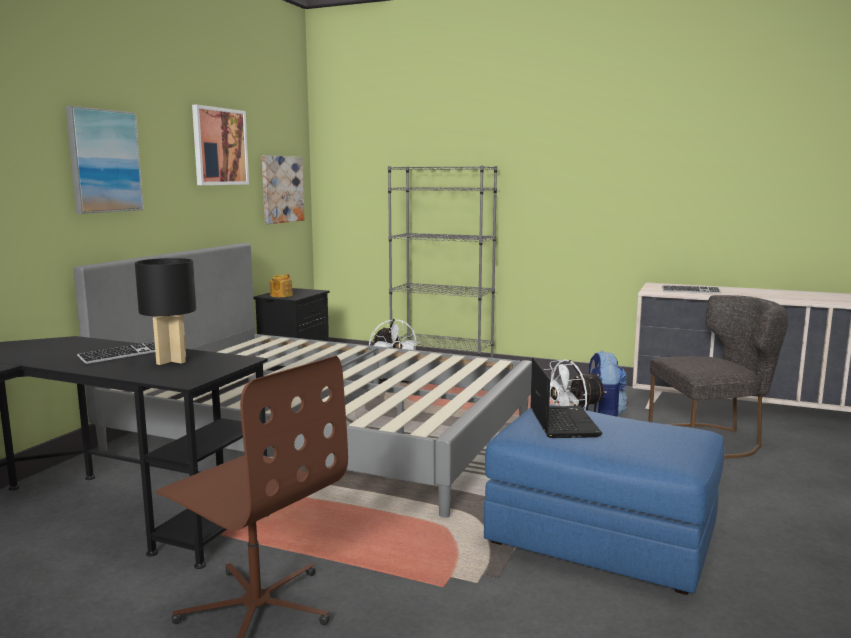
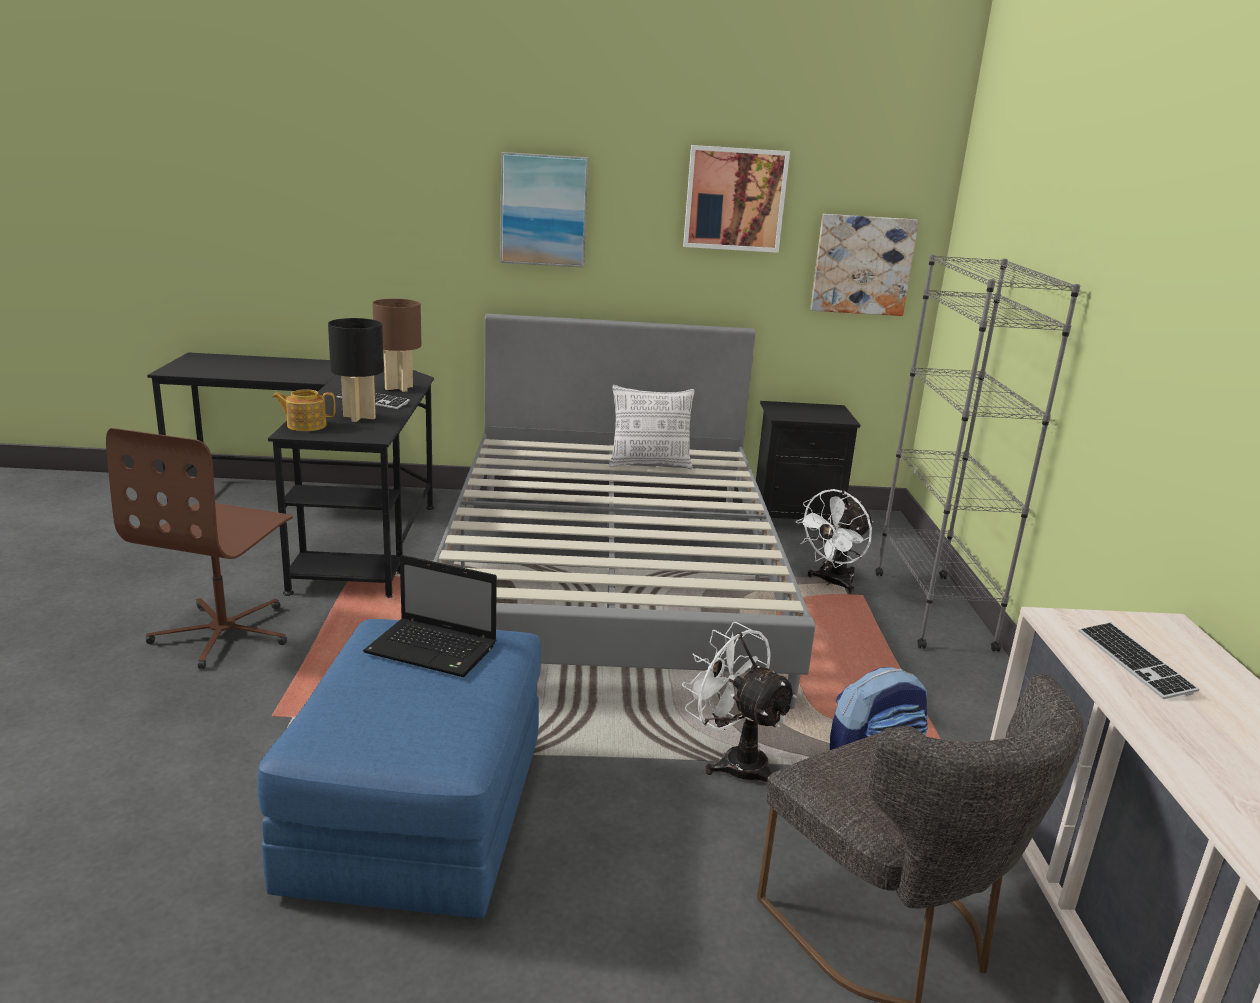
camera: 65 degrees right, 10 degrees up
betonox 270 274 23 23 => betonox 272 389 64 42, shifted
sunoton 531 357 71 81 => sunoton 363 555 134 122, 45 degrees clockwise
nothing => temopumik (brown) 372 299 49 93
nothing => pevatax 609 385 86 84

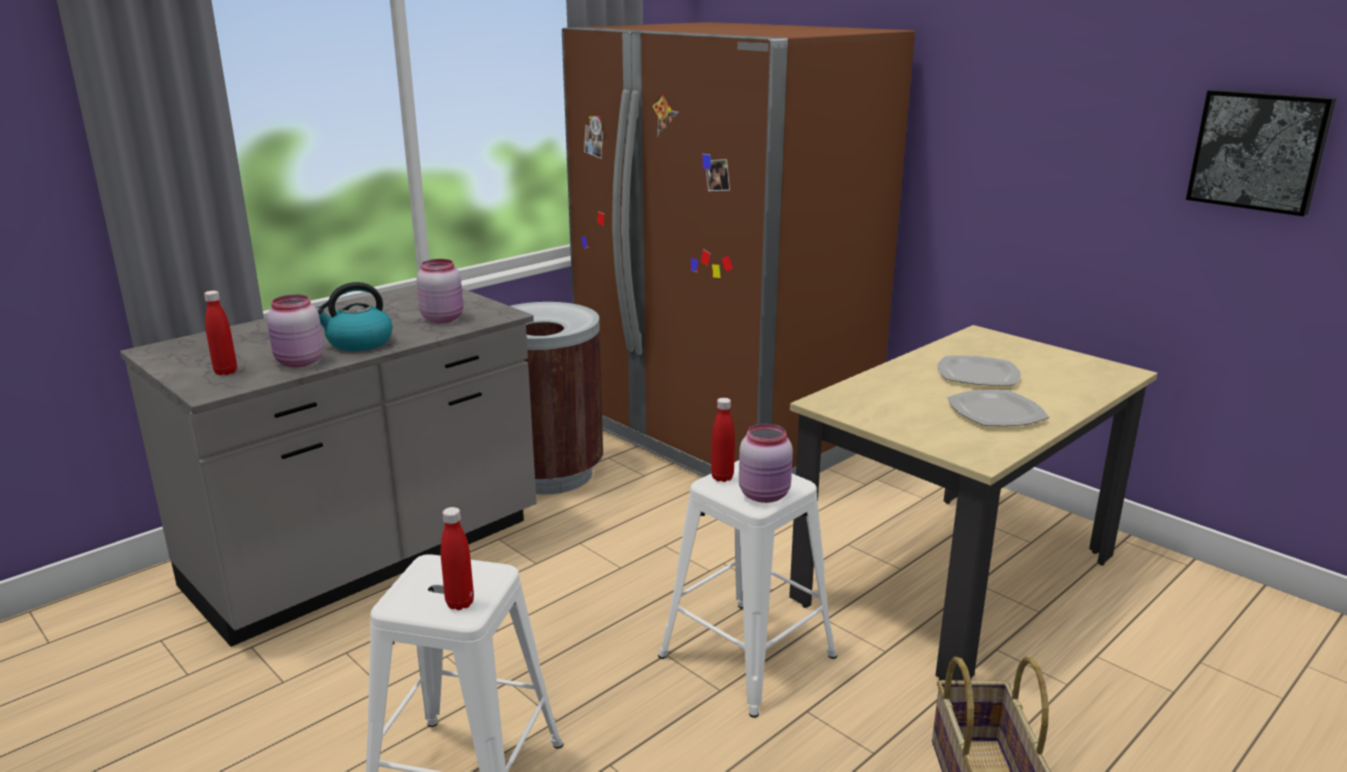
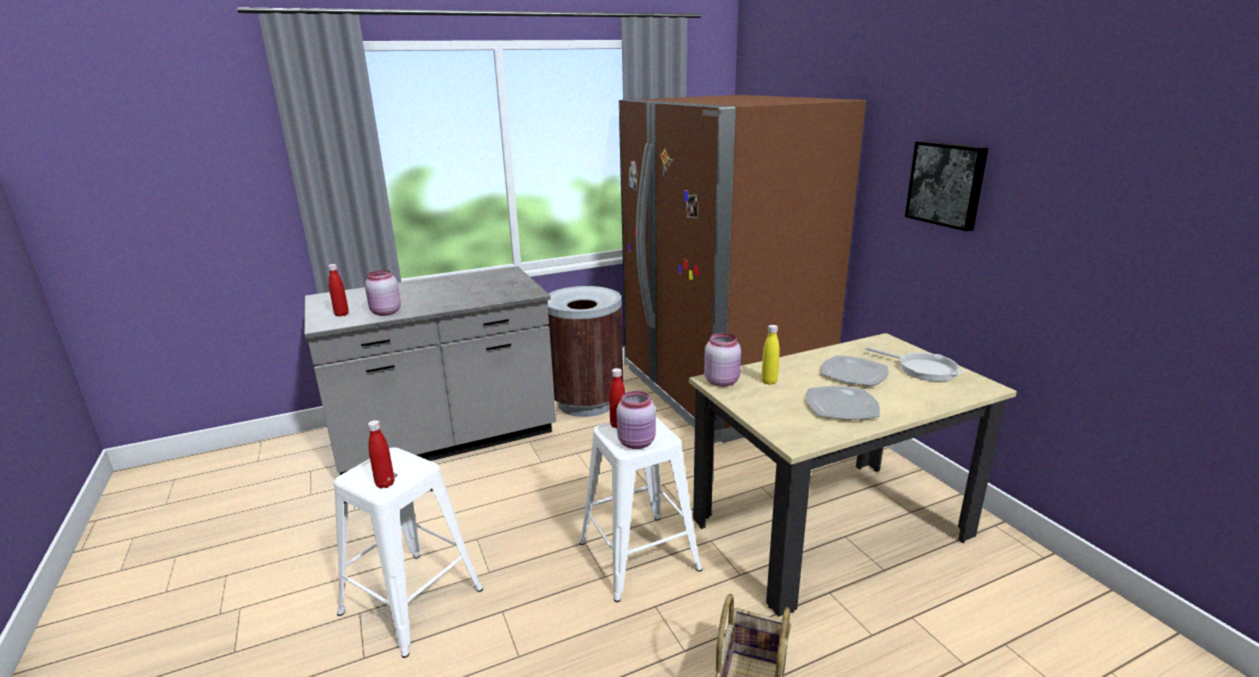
camera: 20 degrees right, 0 degrees up
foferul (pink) 417 259 46 64 => foferul (pink) 704 333 37 54, shifted
nothing => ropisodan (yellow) 761 325 19 60
nothing => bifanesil 866 347 98 34
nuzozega 1186 89 150 127 => nuzozega 905 141 83 90, shifted
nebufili 316 282 76 69 => nothing

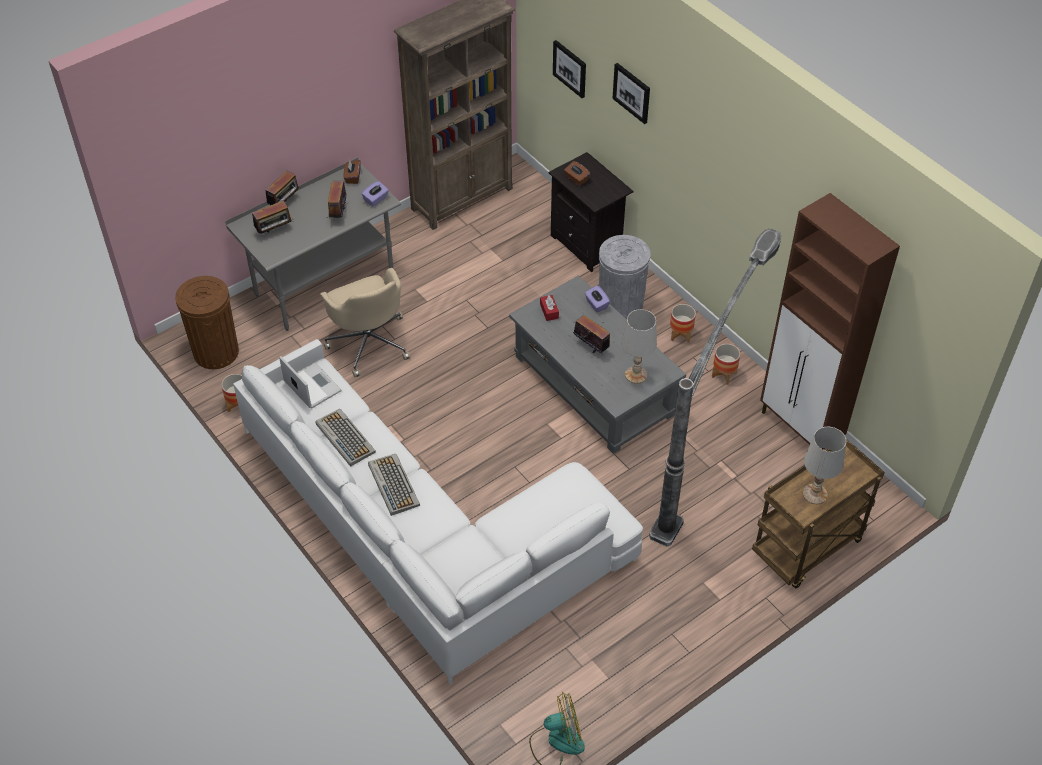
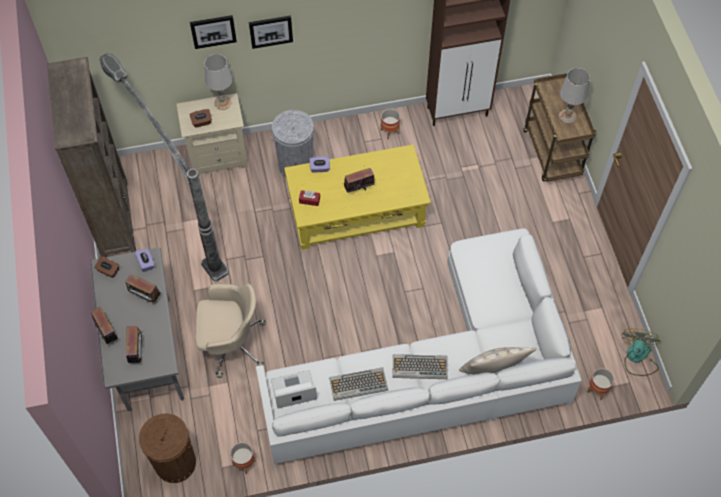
camera: 65 degrees left, 10 degrees up
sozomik 649 228 132 319 => sozomik 99 53 130 229, shifted
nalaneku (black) 549 152 84 120 => nalaneku (beige) 177 93 71 83
temopumik (white) 622 309 35 75 => temopumik (white) 205 54 27 56, shifted
nuzozega 553 40 33 58 => nuzozega 249 16 44 33, shifted
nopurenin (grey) 509 276 177 178 => nopurenin (yellow) 284 144 147 106
nothing => pevatax (beige) 459 347 78 28
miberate 670 304 26 39 => miberate 587 368 27 32, shifted

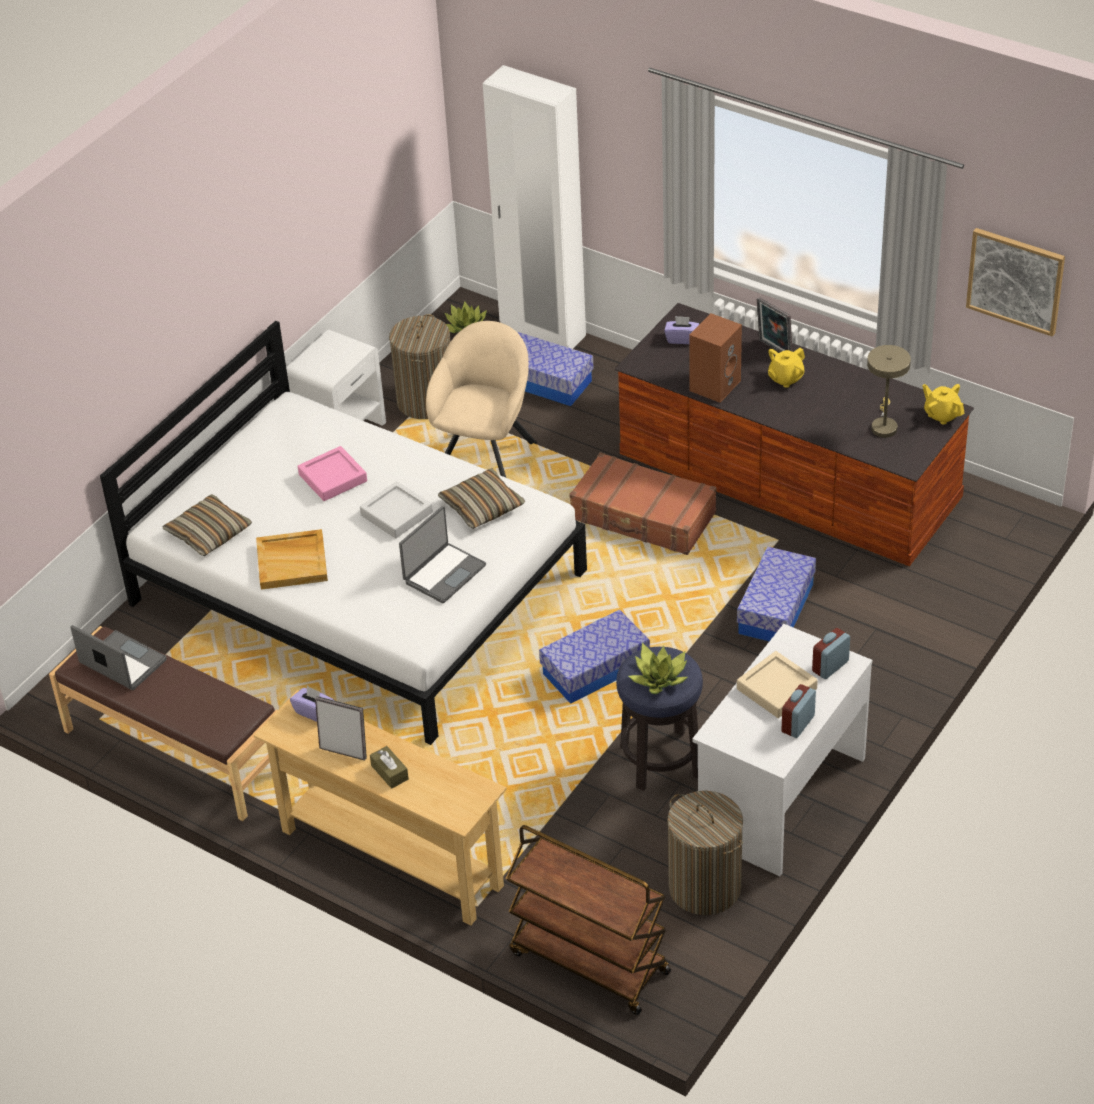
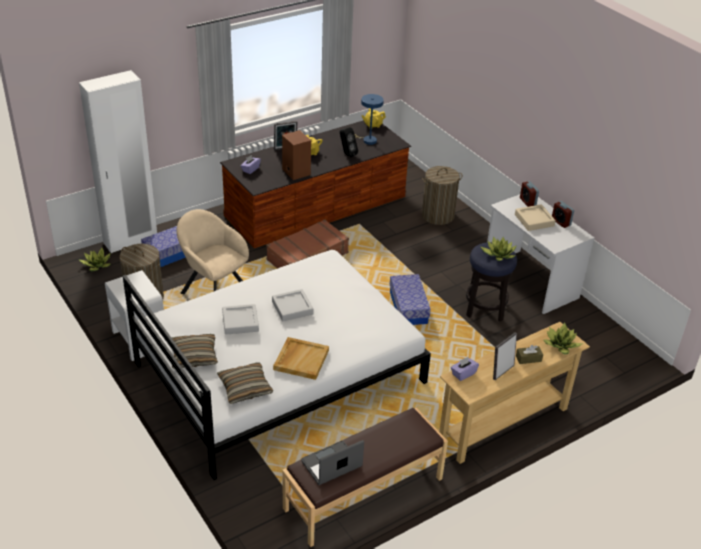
camera: 70 degrees left, 5 degrees down
pevatax 438 468 87 61 => pevatax 172 334 46 35, shifted
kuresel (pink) 298 446 69 55 => kuresel (grey) 222 304 37 31
nothing => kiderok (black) 340 127 18 30
temopumik (beige) 867 345 44 93 => temopumik (blue) 354 94 30 51
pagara 667 791 76 124 => pagara 422 166 40 59, shifted
nothing => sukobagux 544 323 38 31
sunoton 399 506 87 97 => nothing
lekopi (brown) 506 825 165 190 => nothing
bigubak 737 547 79 94 => nothing
nuzozega 966 228 99 108 => nothing

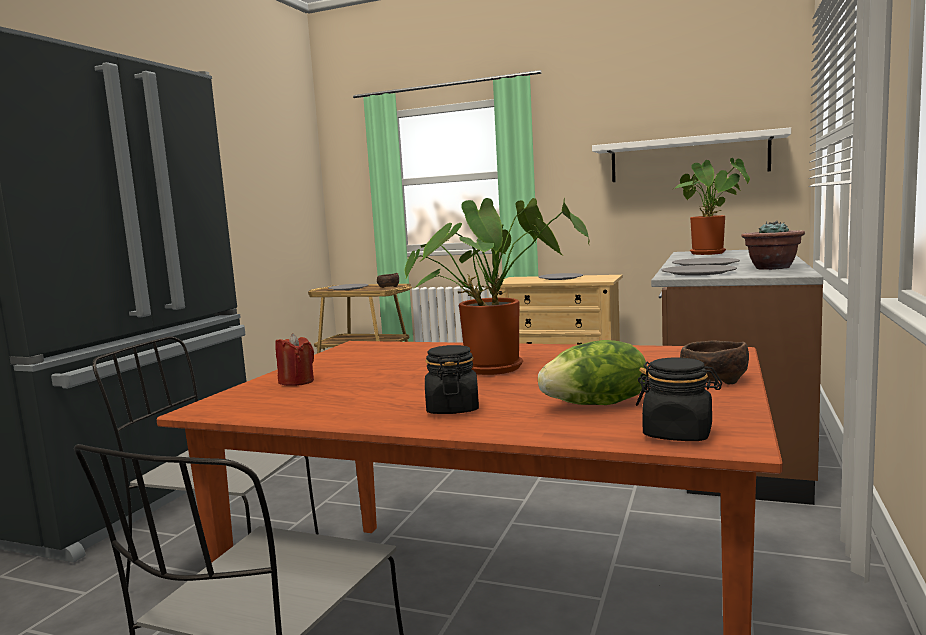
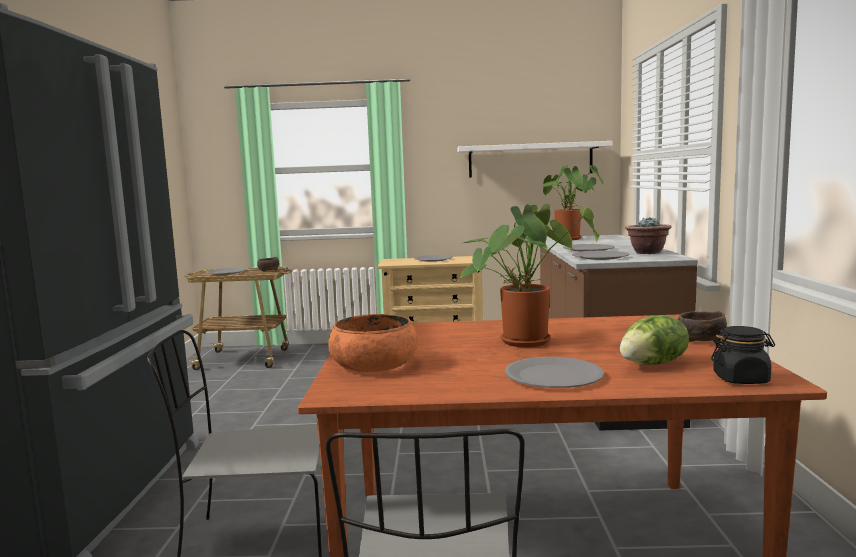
camera: 20 degrees left, 0 degrees up
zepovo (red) 275 333 39 53 => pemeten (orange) 328 314 90 58
foferul (black) 425 345 54 69 => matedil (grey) 505 357 99 31

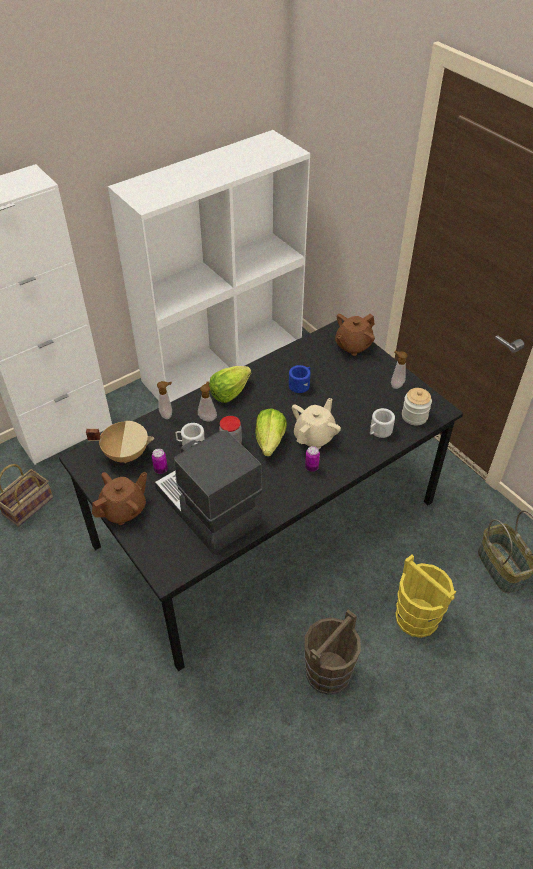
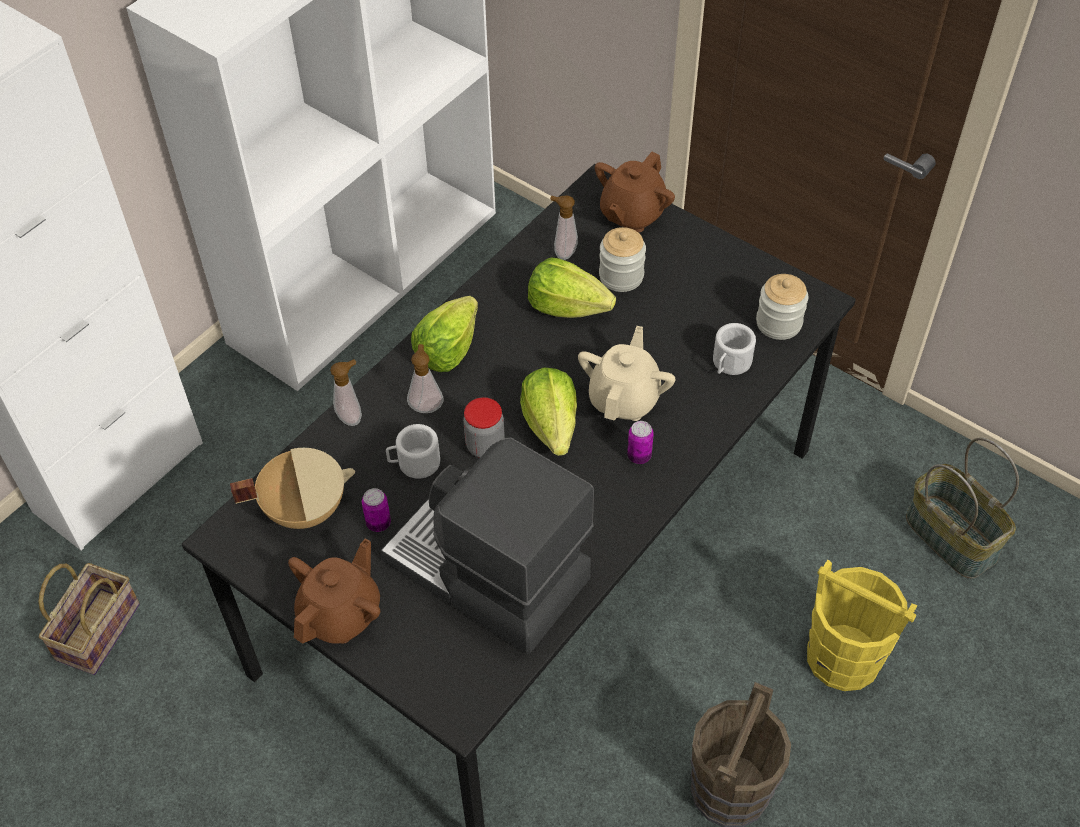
camera: 15 degrees left, 5 degrees up
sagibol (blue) 289 365 22 28 => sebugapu 528 258 88 60
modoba 391 350 17 39 => modoba 550 195 28 65, shifted
nothing => foferul 599 227 47 65

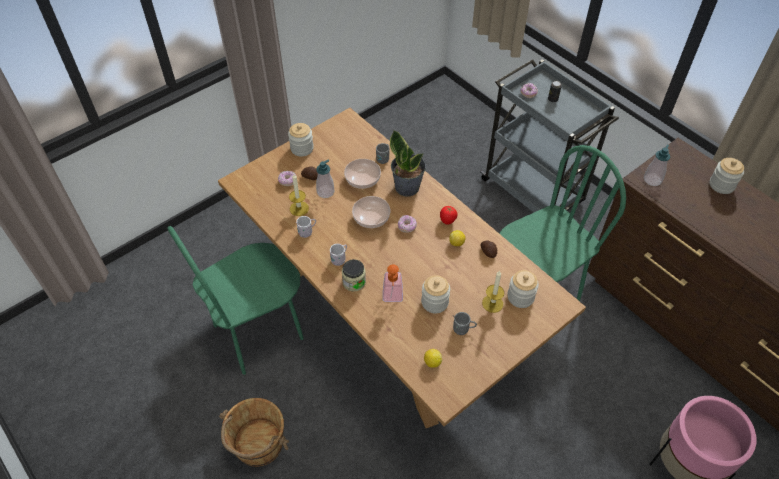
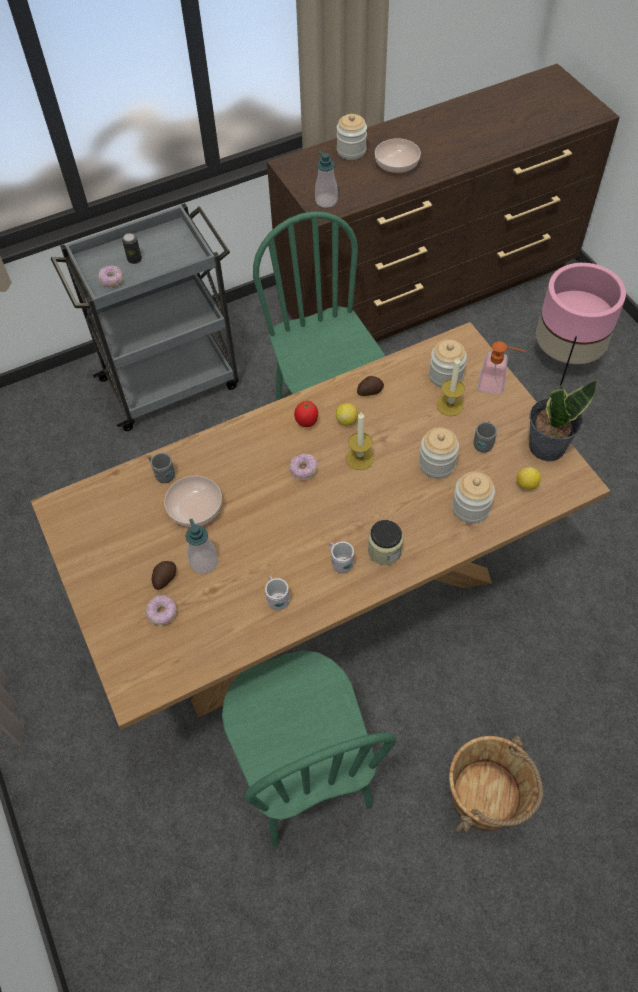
camera: 75 degrees left, 5 degrees up
zepovo 289 174 20 42 => zepovo 346 412 28 58, shifted
pemeten 352 196 38 32 => pemeten 375 138 46 36, shifted
foferul 288 123 26 34 => foferul 452 471 43 53, shifted
modoba 383 265 20 37 => modoba 478 341 47 53, shifted
sukobagux 390 130 36 67 => sukobagux 529 380 69 82, shifted

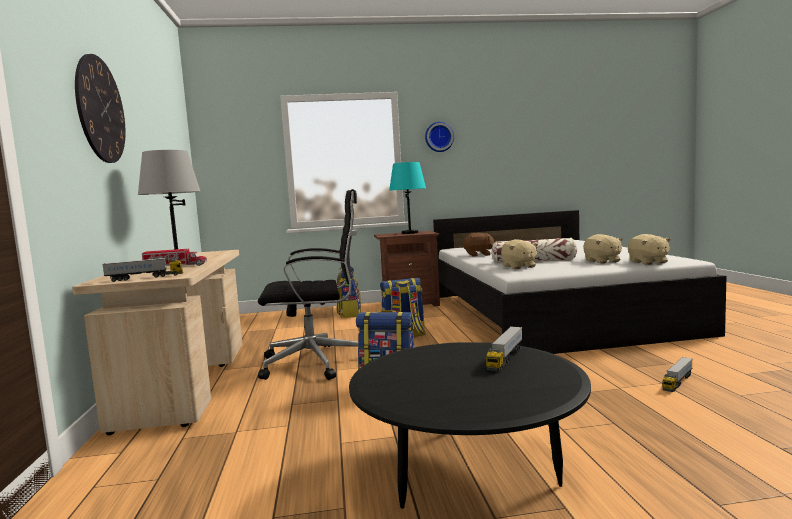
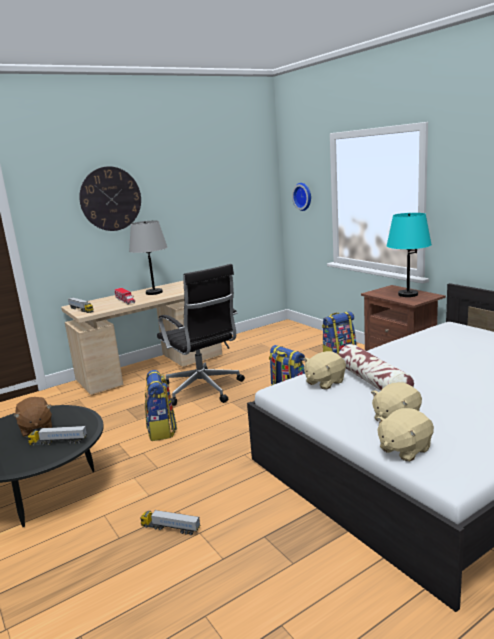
camera: 65 degrees right, 10 degrees up
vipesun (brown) 463 233 32 24 => vipesun (brown) 13 397 39 40, shifted
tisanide 662 357 31 35 => tisanide 140 510 60 25, shifted
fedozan 425 122 29 30 => fedozan 292 183 19 28, shifted

